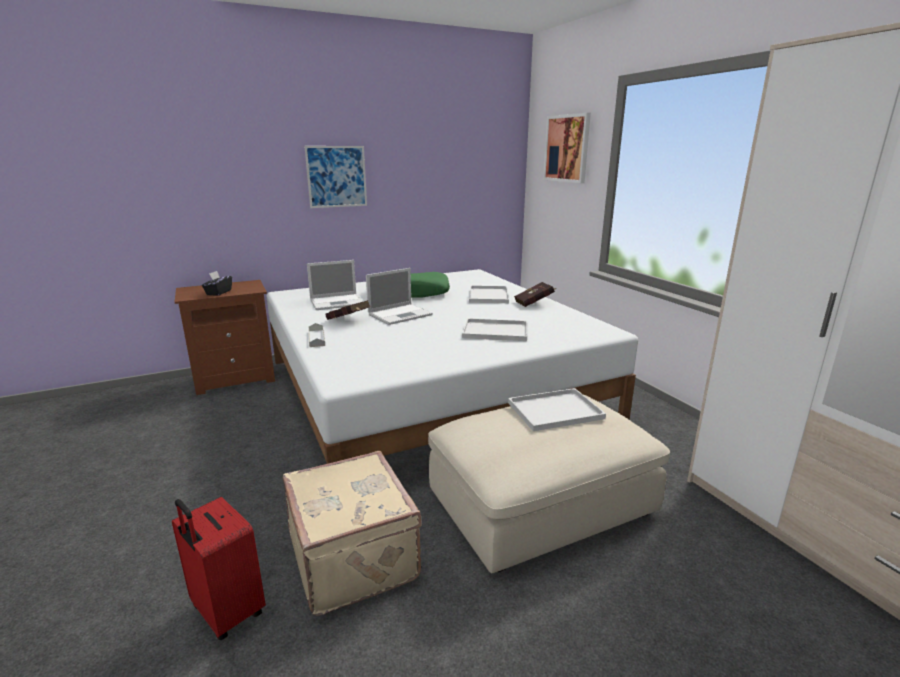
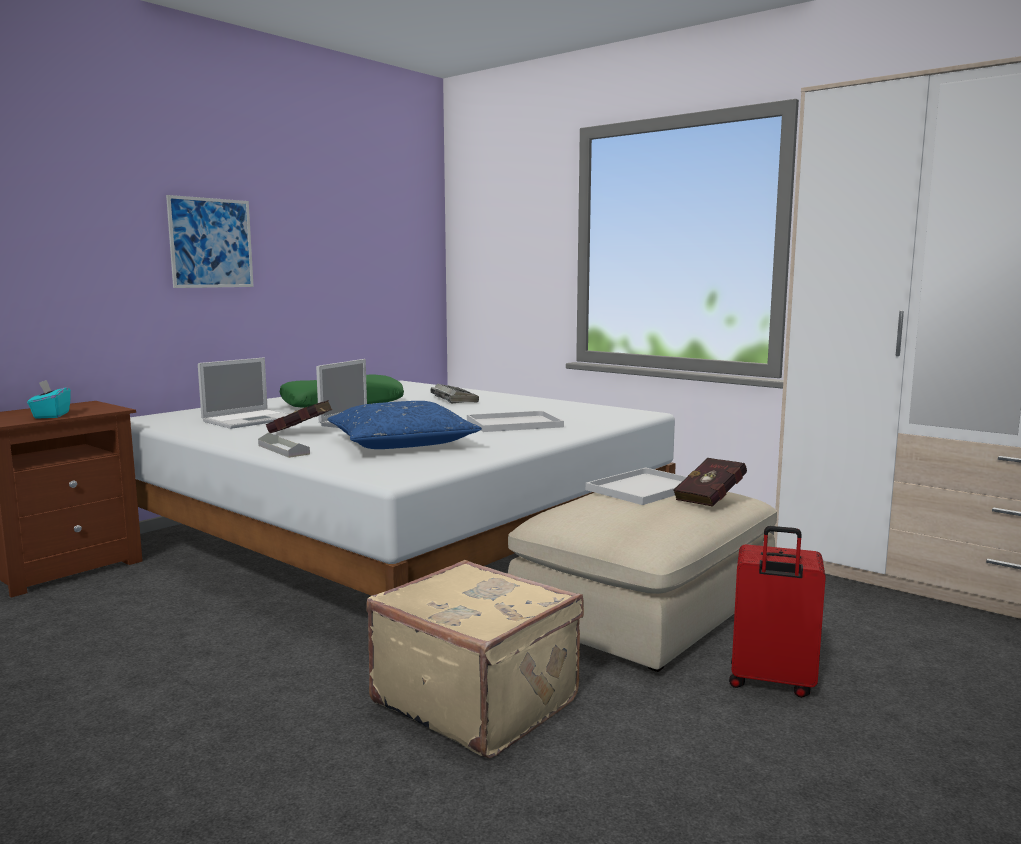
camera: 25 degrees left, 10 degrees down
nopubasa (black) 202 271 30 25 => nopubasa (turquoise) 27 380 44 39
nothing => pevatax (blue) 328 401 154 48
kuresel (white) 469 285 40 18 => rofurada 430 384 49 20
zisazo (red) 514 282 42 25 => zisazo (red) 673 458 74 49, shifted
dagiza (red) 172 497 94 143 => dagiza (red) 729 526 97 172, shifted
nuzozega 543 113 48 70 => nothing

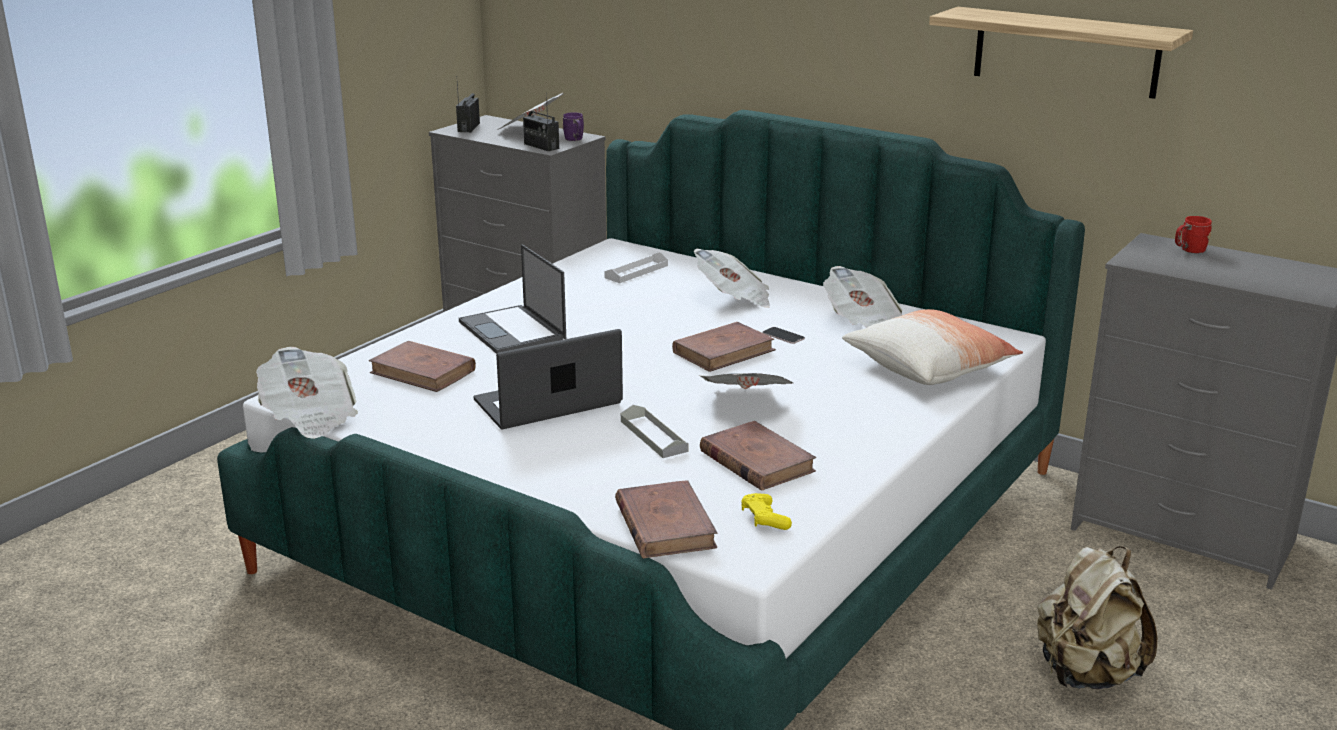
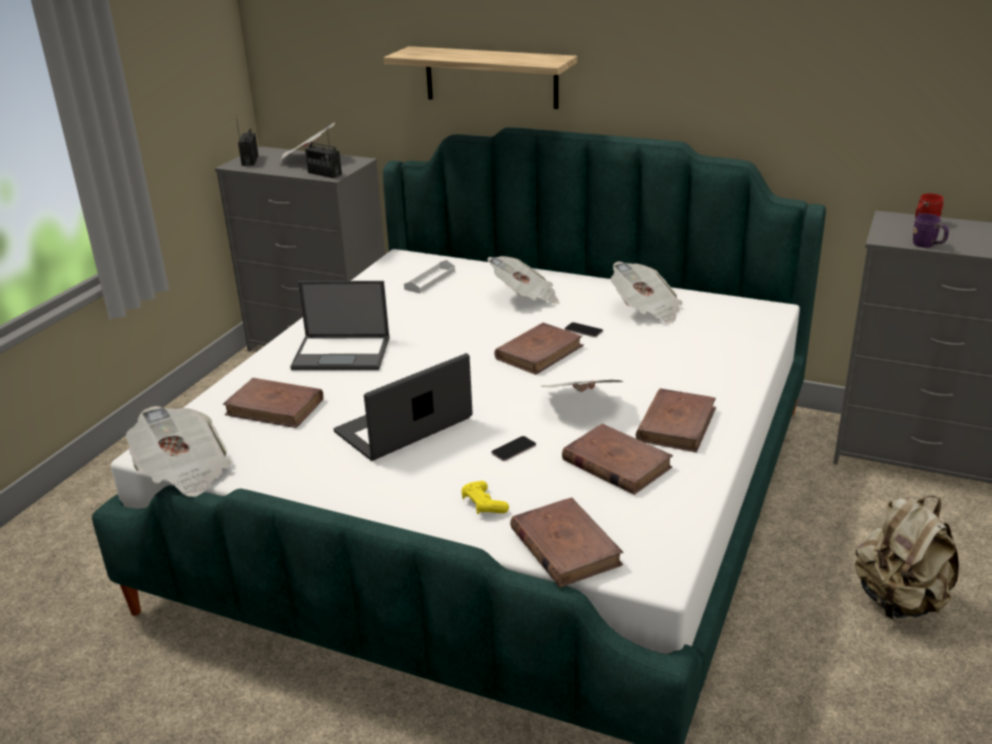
camera: 10 degrees left, 5 degrees up
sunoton 459 244 107 110 => sunoton 290 281 99 89, 45 degrees counterclockwise
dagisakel 929 7 264 92 => dagisakel 384 46 194 63, shifted
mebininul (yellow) 741 493 51 37 => mebininul (yellow) 461 481 48 33, shifted
kuresel (grey) 621 405 67 53 => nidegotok 491 436 45 25
nothing => zisazo (brown) 636 388 80 64
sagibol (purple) 562 112 22 29 => sagibol (purple) 913 214 36 34, shifted
pevatax 842 309 181 76 => nothing

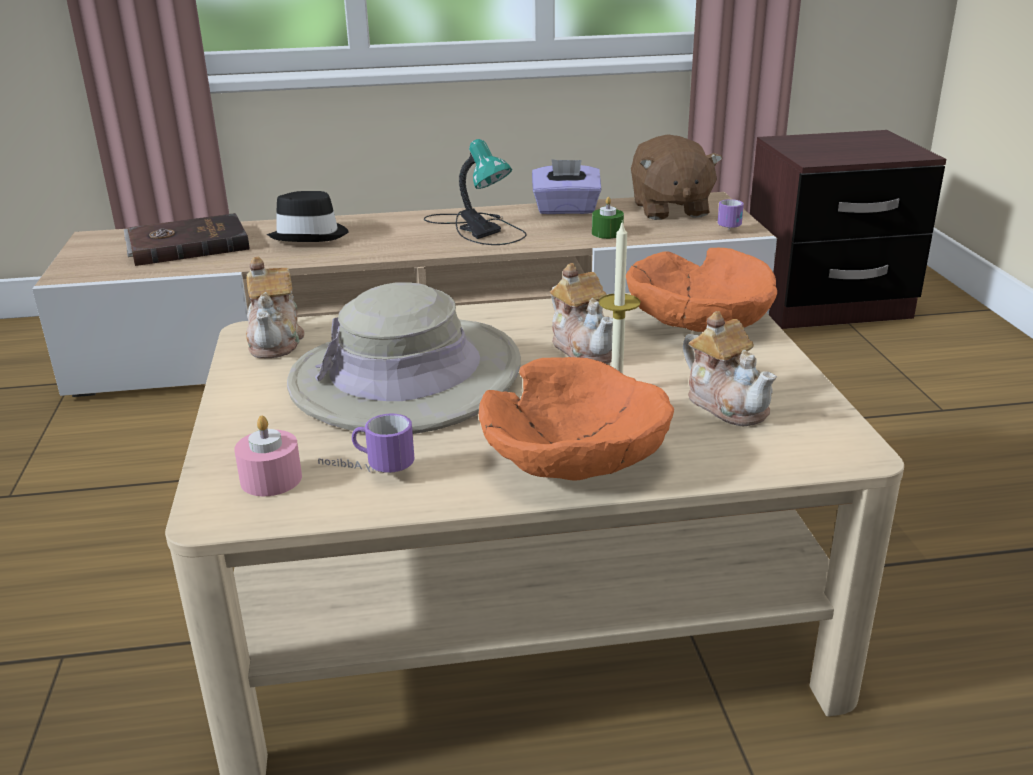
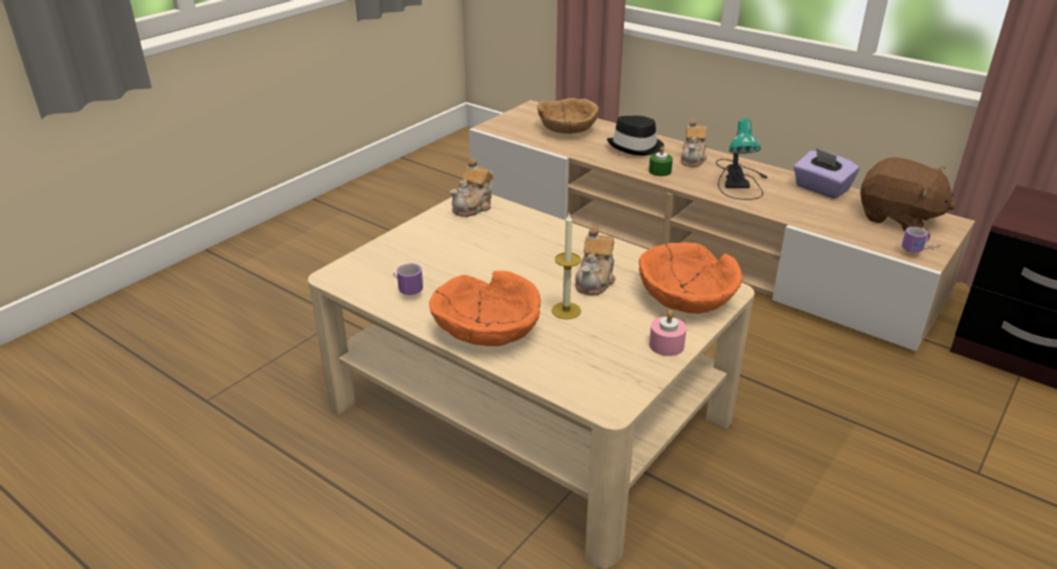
camera: 45 degrees right, 5 degrees up
zisazo (brown) 124 213 126 53 => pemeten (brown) 537 98 62 36
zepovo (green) 592 197 32 42 => zepovo (green) 649 146 24 30, shifted
zepovo (pink) 234 416 68 80 => zepovo (pink) 649 310 38 46, shifted
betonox 683 311 94 115 => betonox 681 119 26 48, shifted
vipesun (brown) 631 134 91 86 => vipesun (brown) 860 157 95 74, 90 degrees counterclockwise
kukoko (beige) 287 282 234 152 => nothing

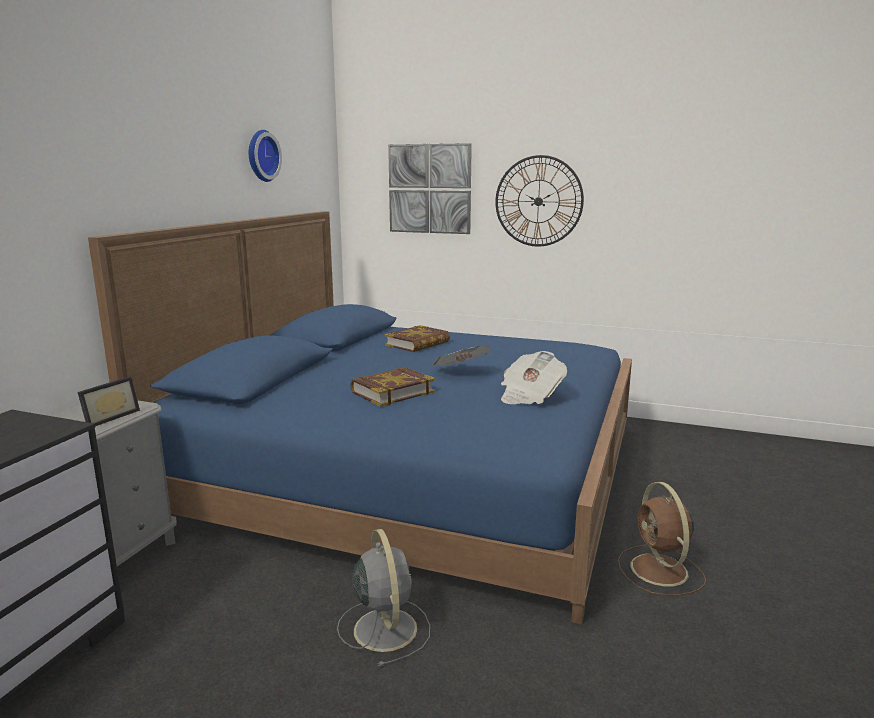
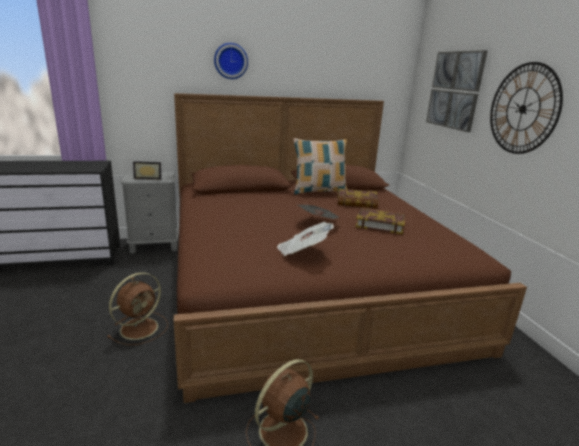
camera: 55 degrees right, 5 degrees up
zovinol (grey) 337 529 93 138 => zovinol (brown) 107 273 61 72
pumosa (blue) 88 211 544 413 => pumosa (brown) 174 93 353 310
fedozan 249 130 33 52 => fedozan 214 43 34 36, shifted
nothing => pevatax 293 138 54 57
zisazo 350 367 85 40 => zisazo 356 208 49 26, shifted

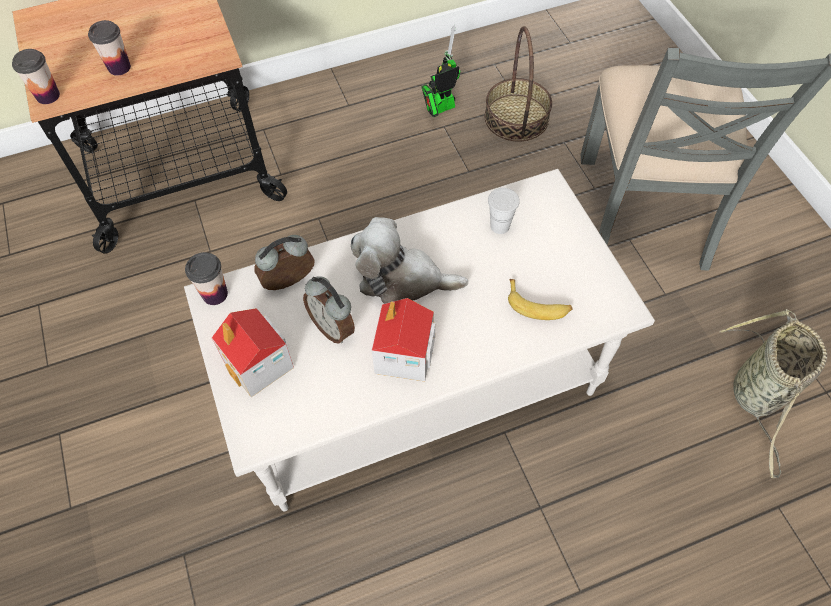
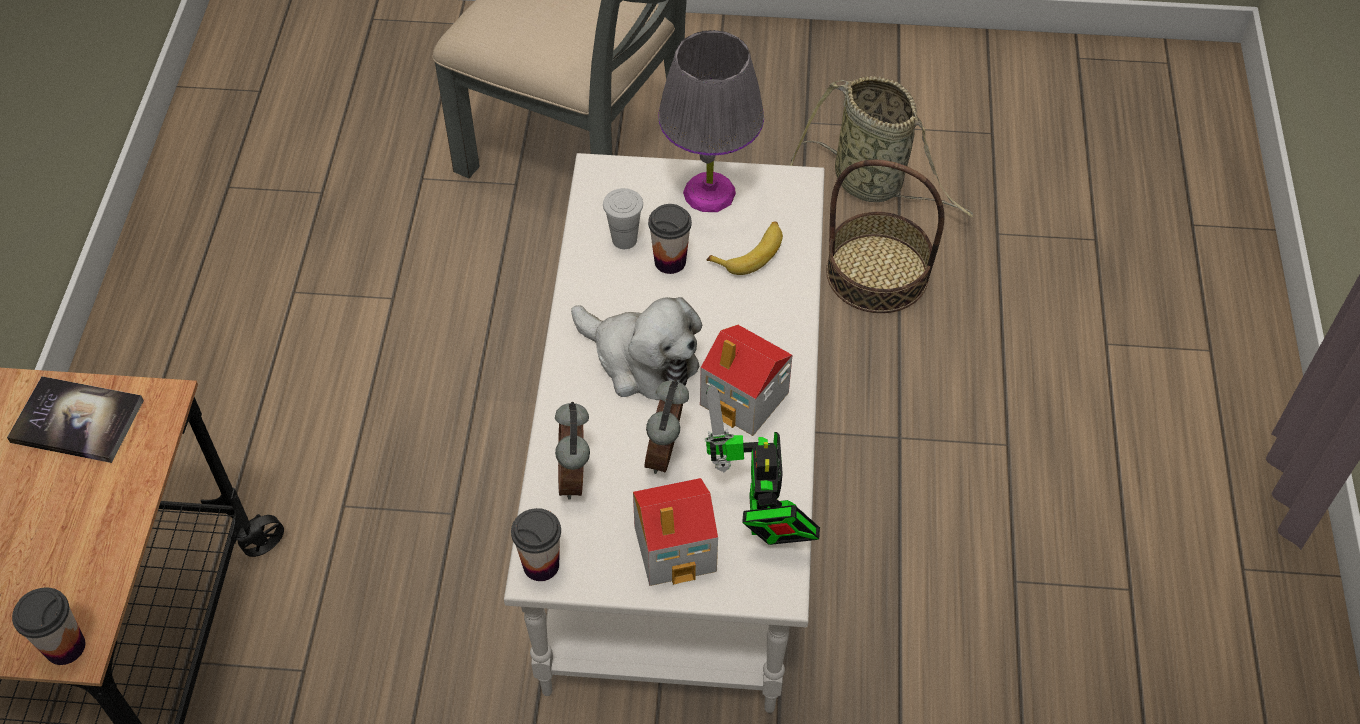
camera: 65 degrees left, 5 degrees down
nothing => zisazo 7 376 137 87
vipesun 351 217 117 87 => vipesun 571 297 131 103, 90 degrees counterclockwise
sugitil 303 276 52 68 => sugitil 644 380 45 94, 120 degrees clockwise
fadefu 88 20 43 56 => fadefu 648 204 44 70, shifted
nothing => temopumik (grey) 658 30 106 182
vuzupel 421 25 40 92 => vuzupel 704 384 116 161, shifted
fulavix 485 26 67 116 => fulavix 826 160 118 153, shifted

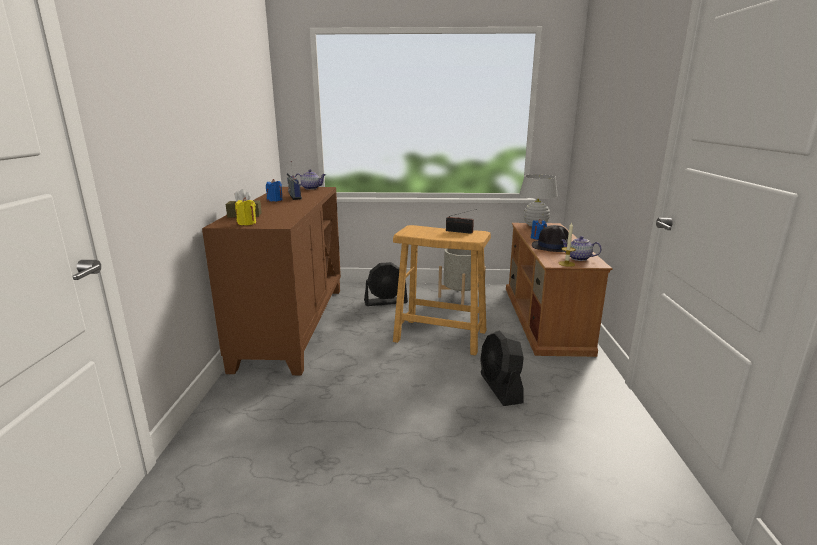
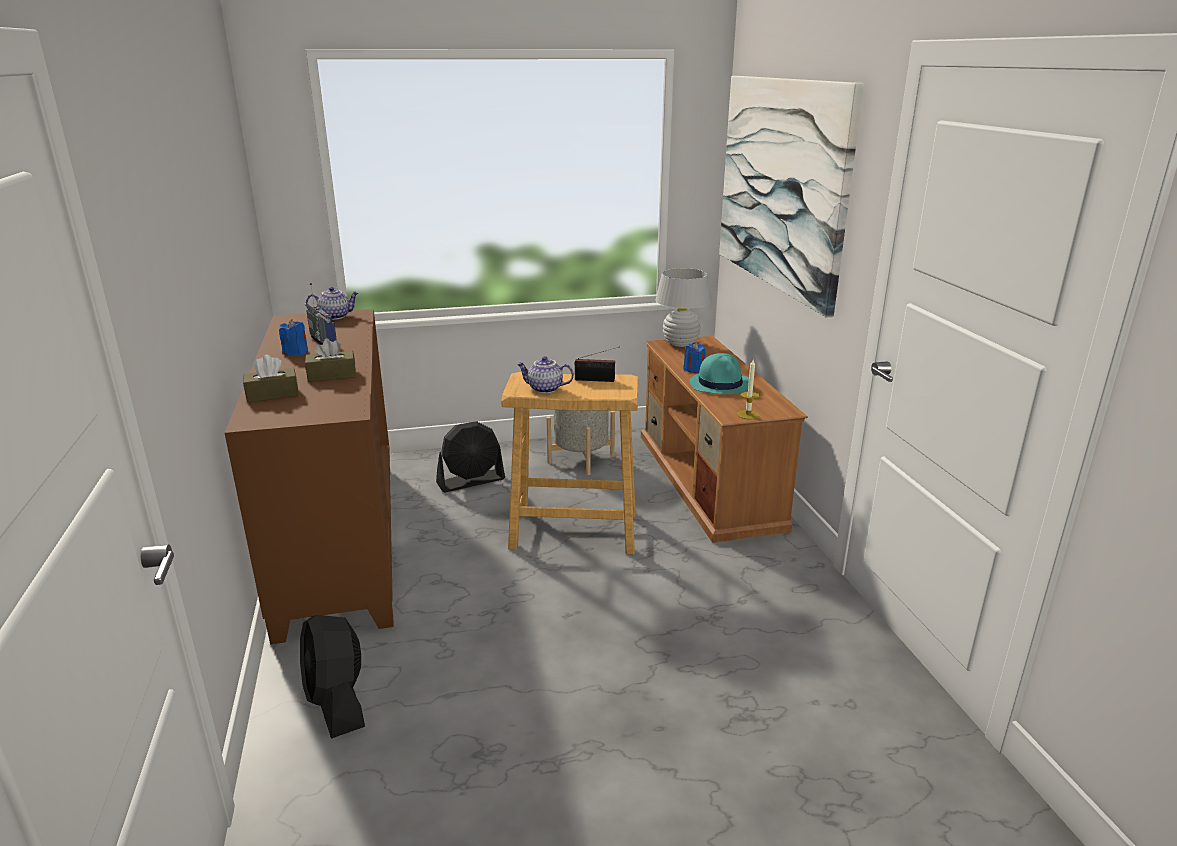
camera: 15 degrees left, 5 degrees up
zovinol (black) 480 330 44 76 => zovinol (black) 300 615 65 124, shifted
nothing => nopubasa (brown) 305 338 51 44
betonox 561 236 41 25 => betonox 517 356 57 38, shifted
kukoko (black) 532 225 37 27 => kukoko (turquoise) 690 353 59 41
nothing => nuzozega 719 76 145 242
zepovo (yellow) 235 197 21 28 => nothing

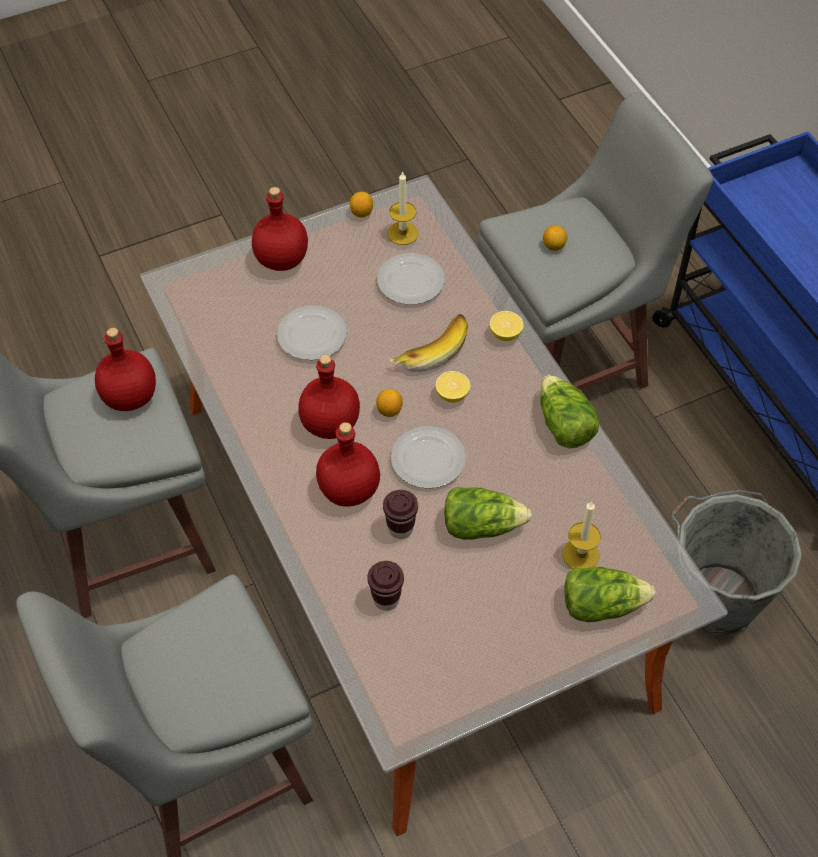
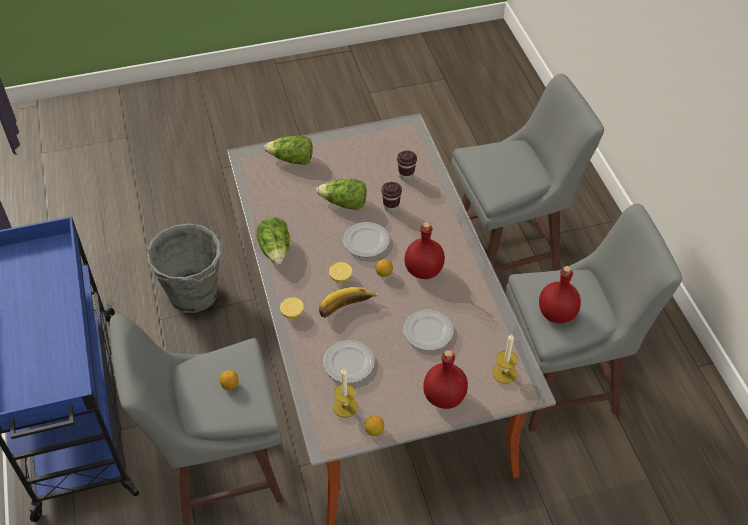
camera: 170 degrees left, 5 degrees down
zepovo 562 501 39 68 => zepovo 492 334 26 50, shifted
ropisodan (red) 316 422 64 85 => nothing

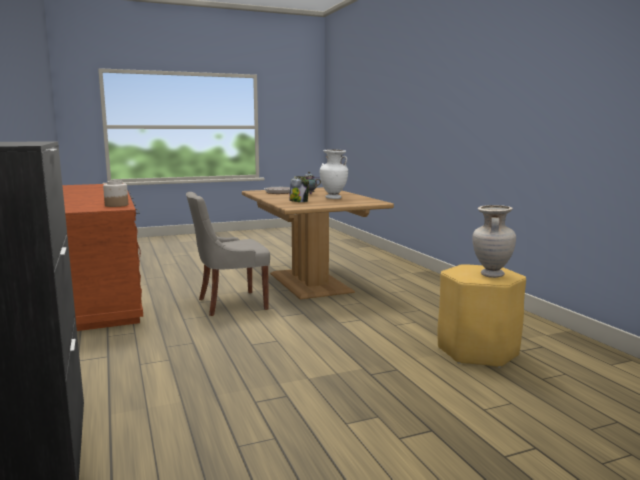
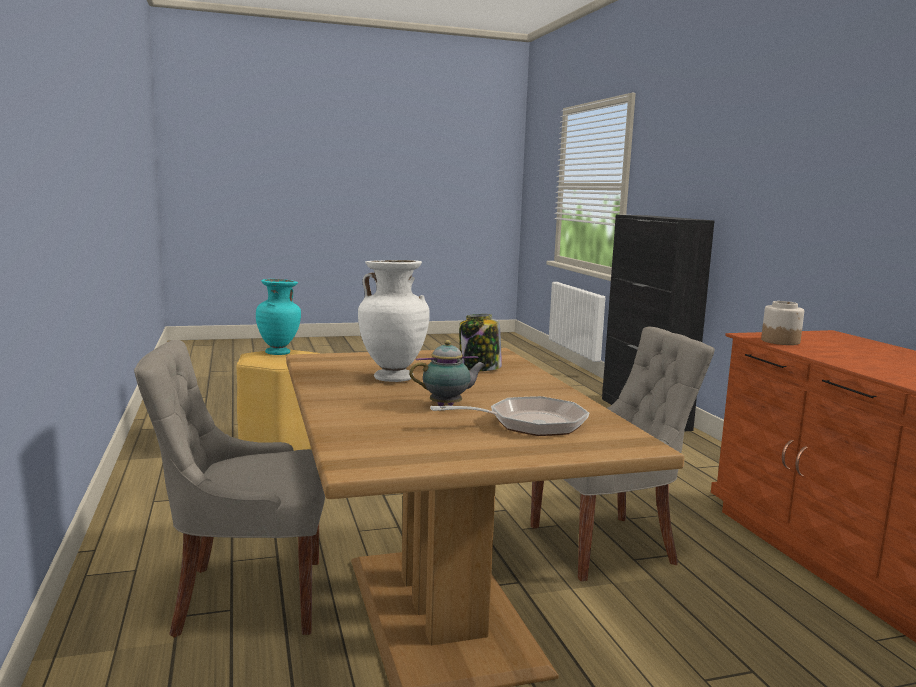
camera: 175 degrees left, 0 degrees up
nothing => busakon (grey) 134 340 191 298
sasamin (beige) 472 205 44 73 => sasamin (turquoise) 256 279 45 76

